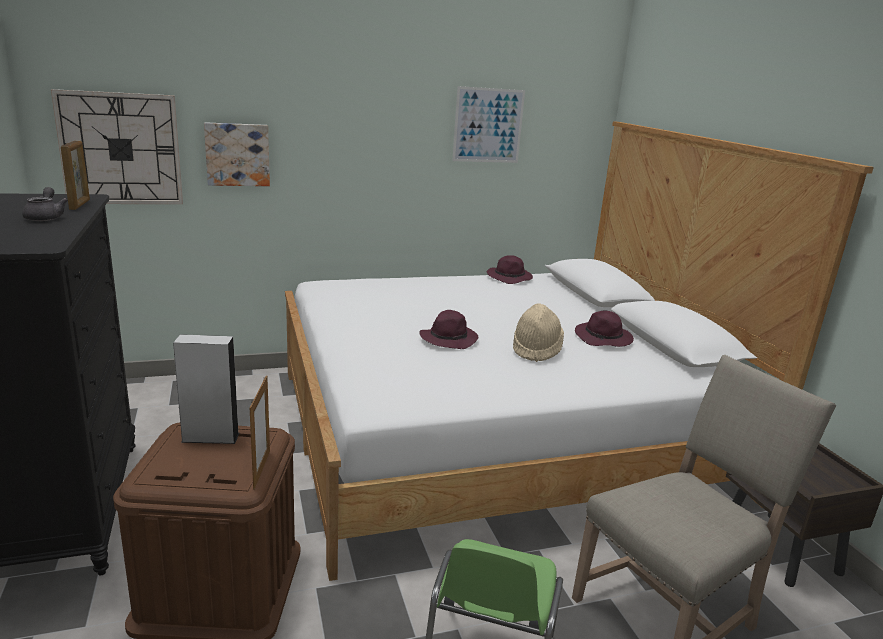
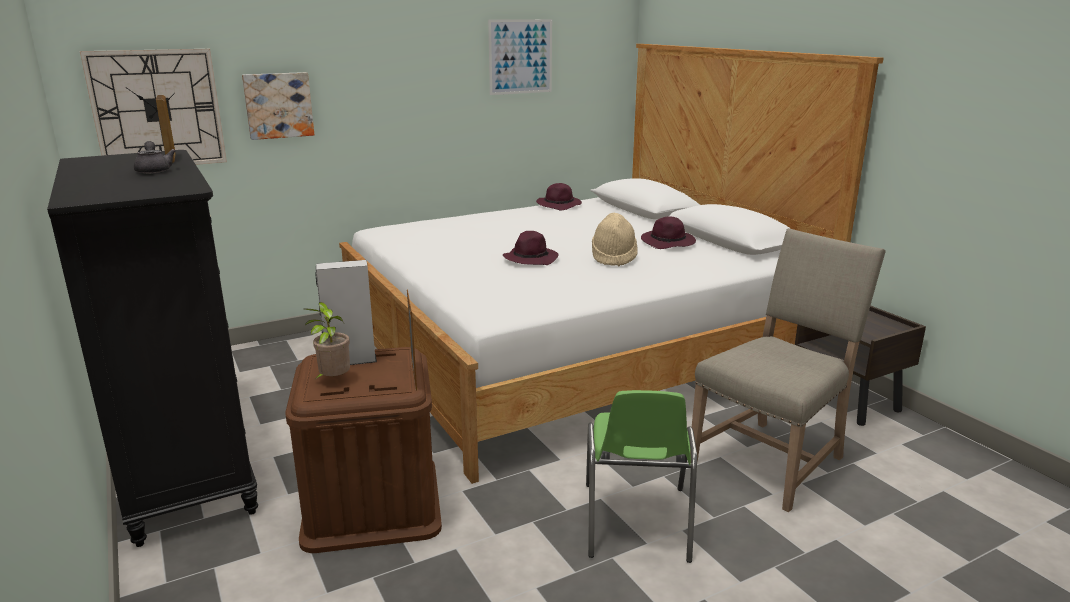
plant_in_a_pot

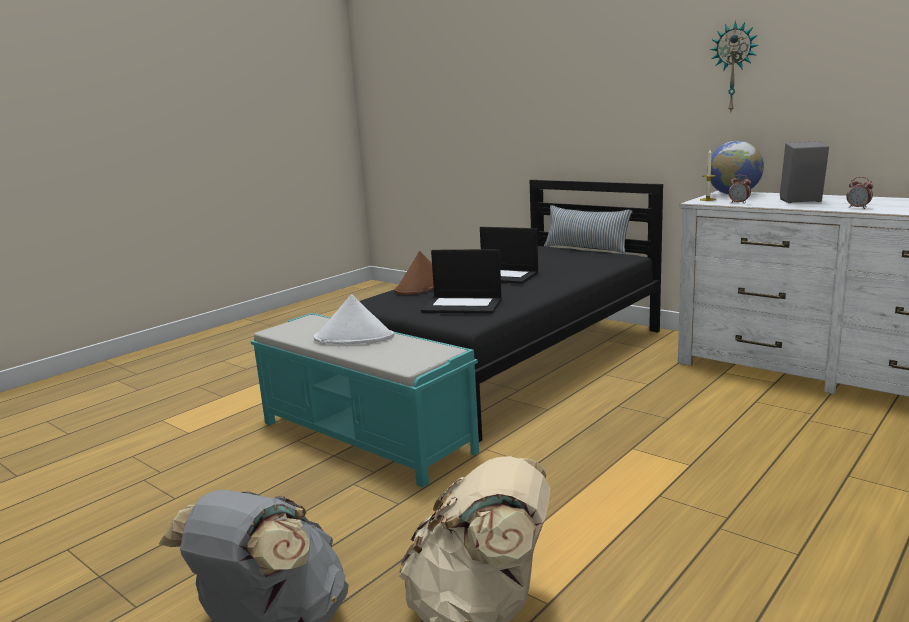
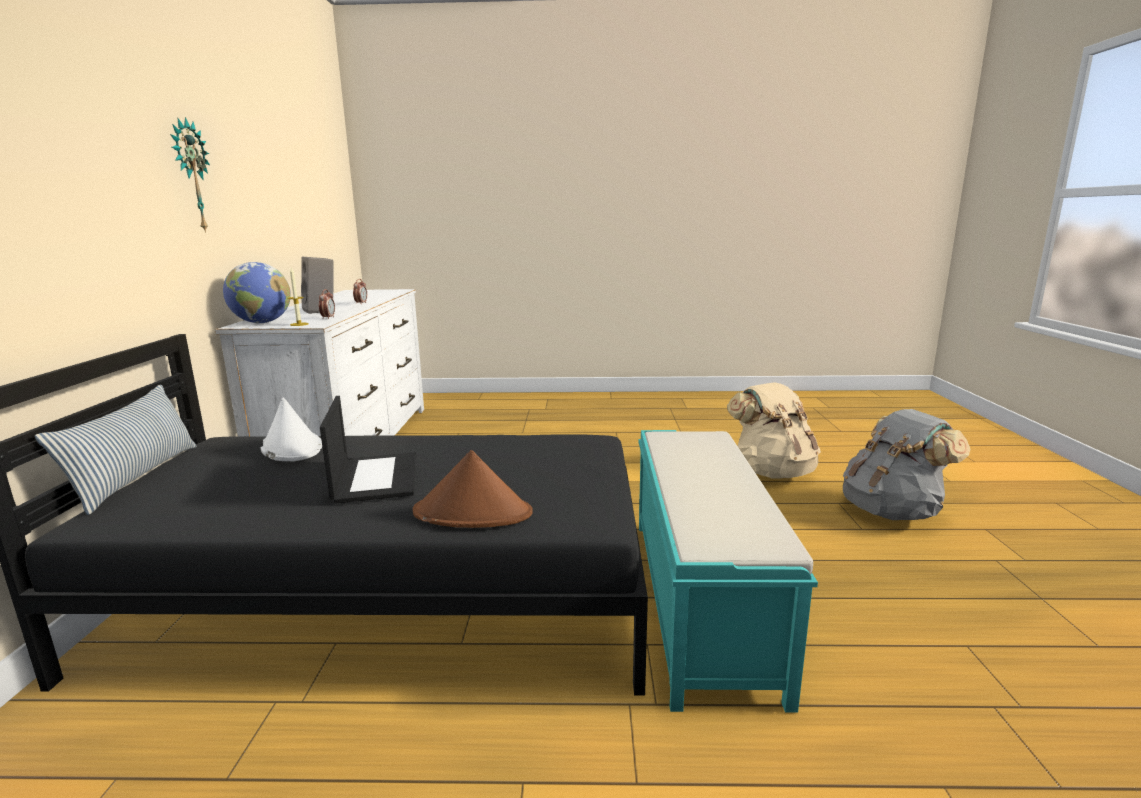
white_wearable_hat
portable_computer (1st from left in the first image)

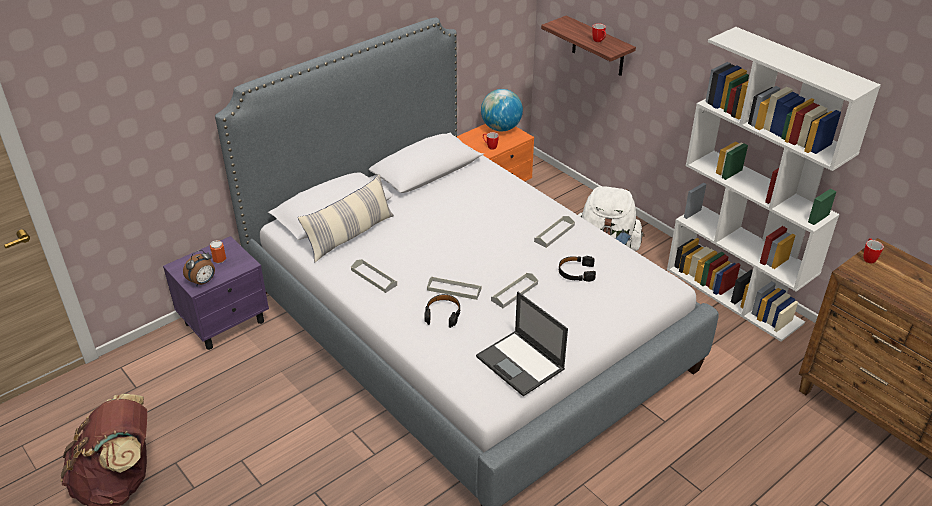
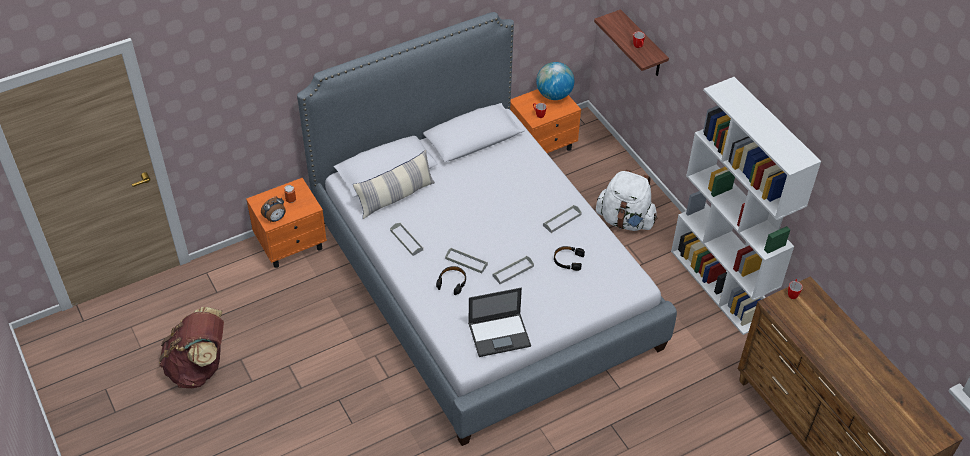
orange-coloured_nightstand (1st from left)
portable_computer

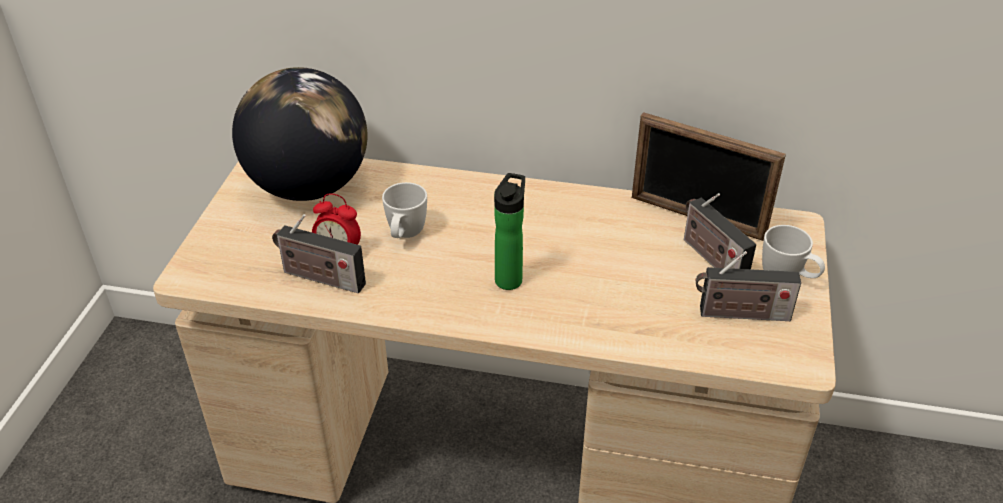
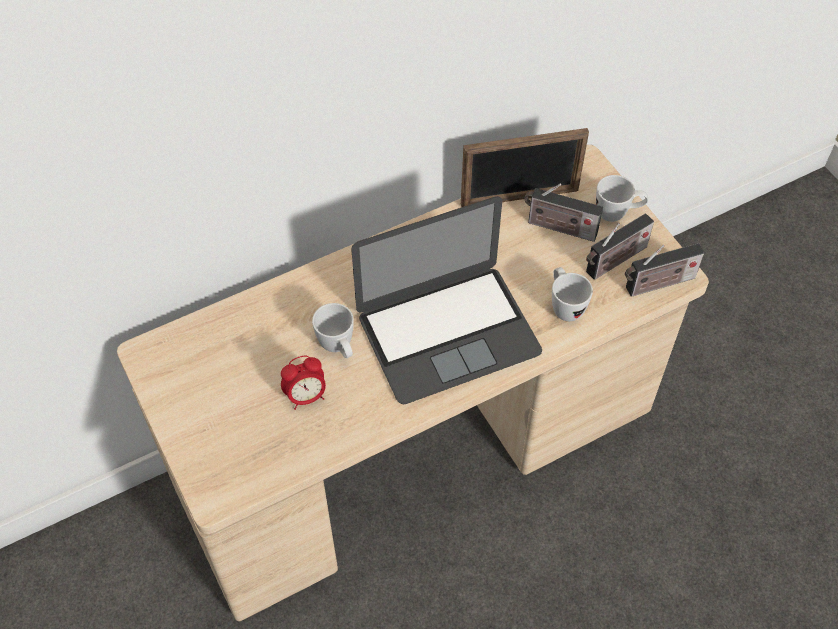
portable_computer
white_mug (2nd from left)
radio_receiver (3rd from left)
world_globe

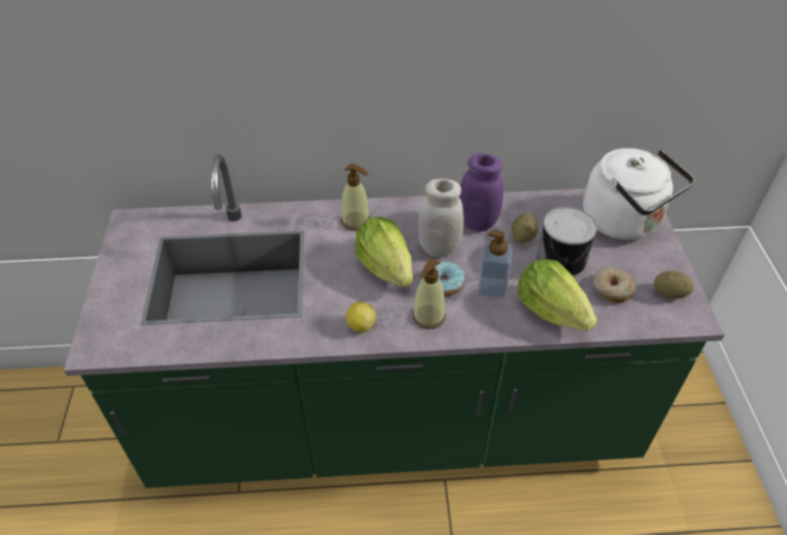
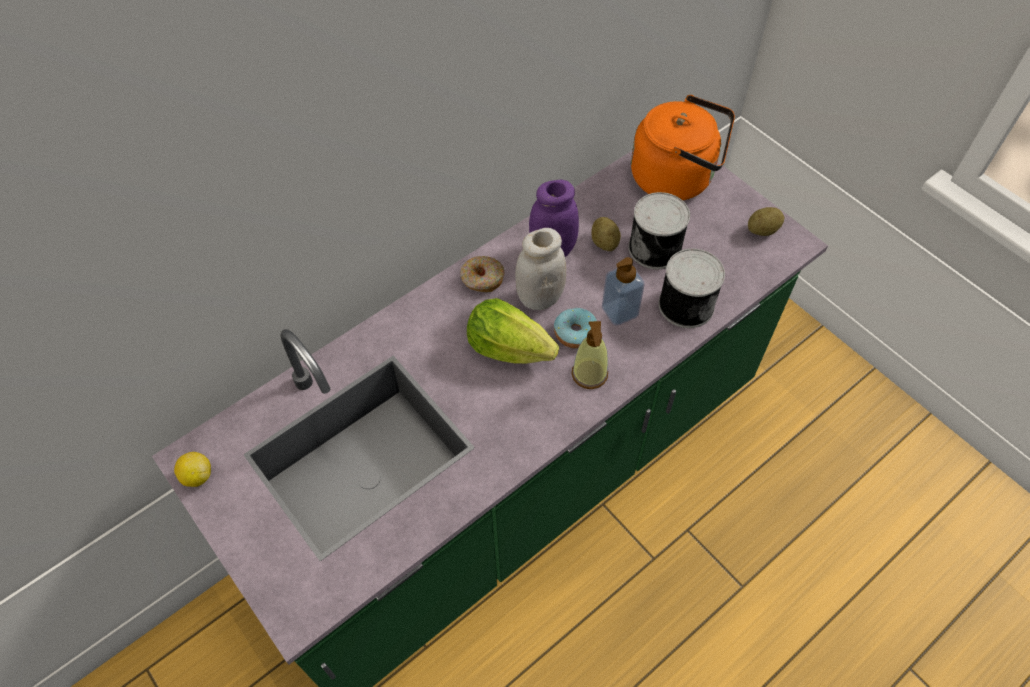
whole_lemon
ring_doughnut (1st from left)
orange-coloured_kettle
can (2nd from left)
soap_dispenser (1st from left in the first image)

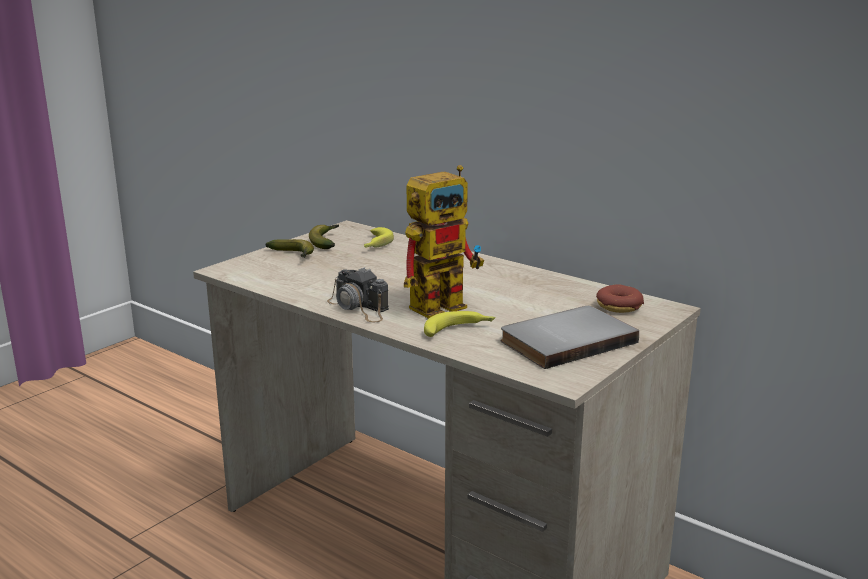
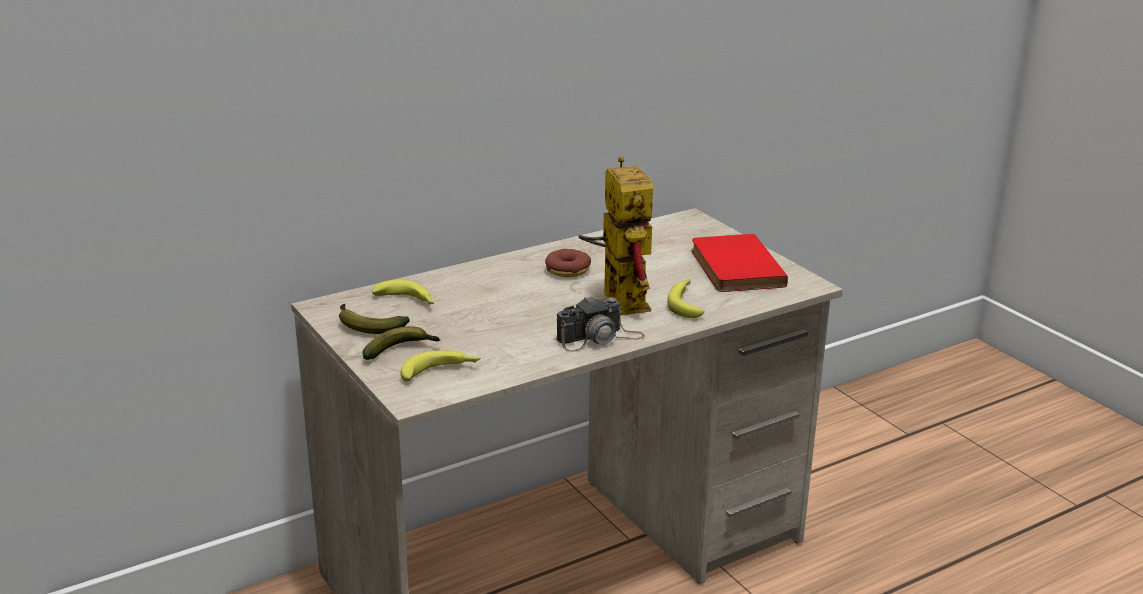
banana (4th from left)
ring_doughnut
red-coloured_volume

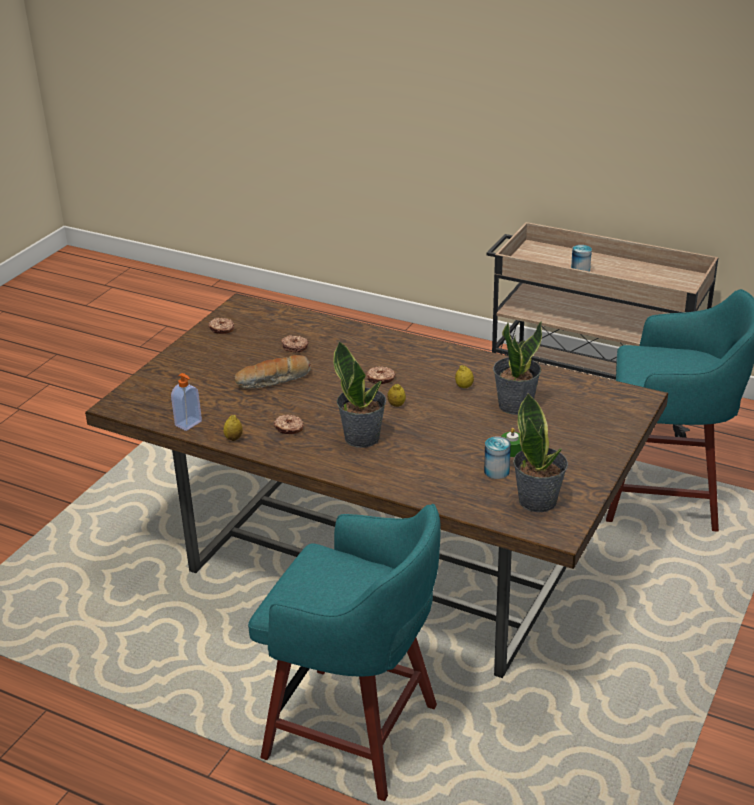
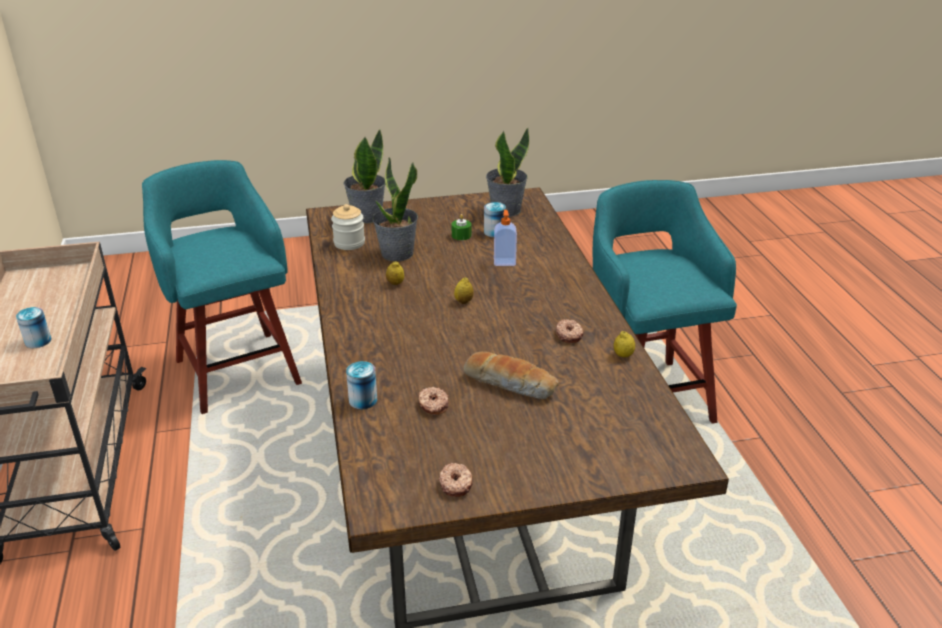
storage_jar
plant_in_a_pot (1st from left)
can (2nd from left)
soap_dispenser
ring_doughnut (4th from left in the first image)

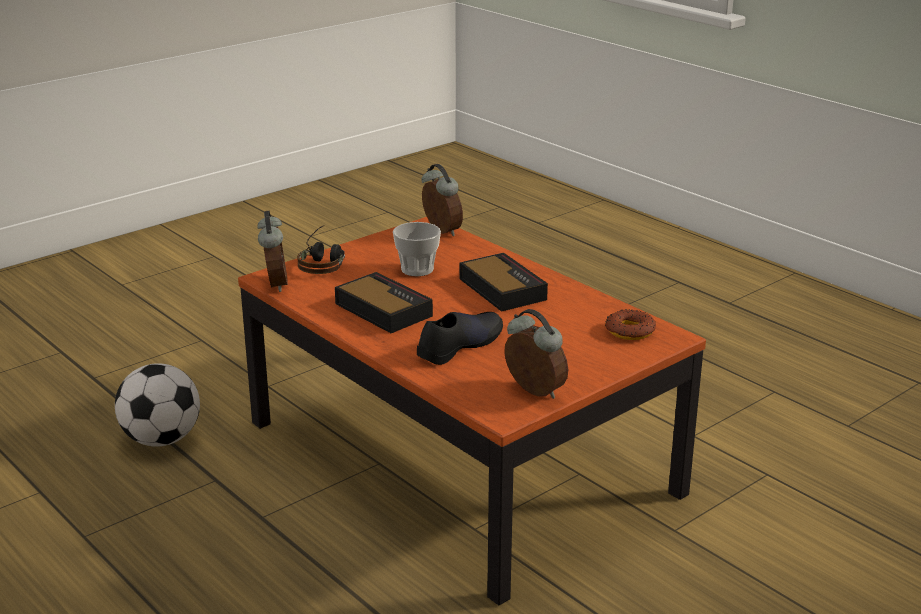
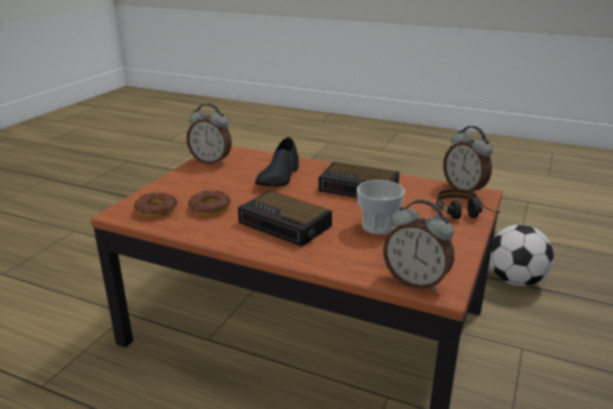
ring_doughnut (2nd from left)

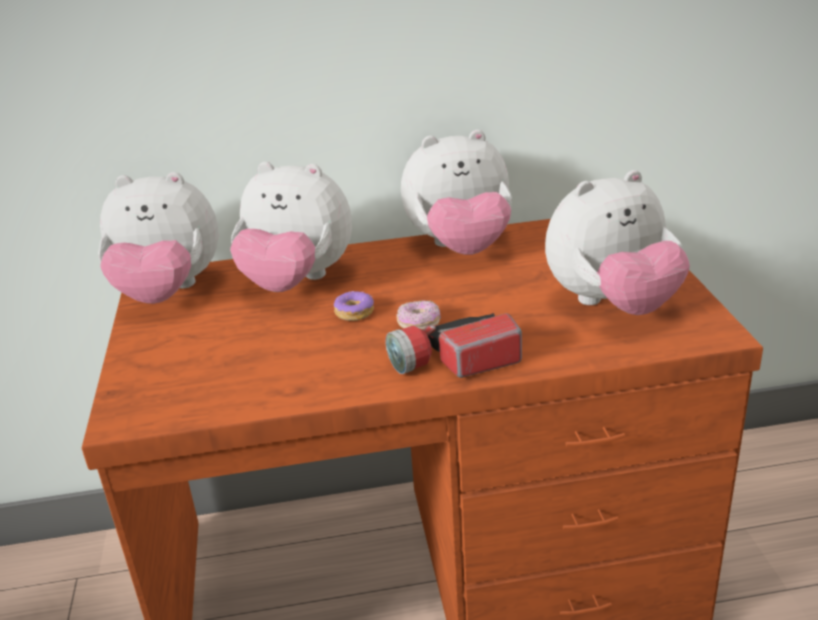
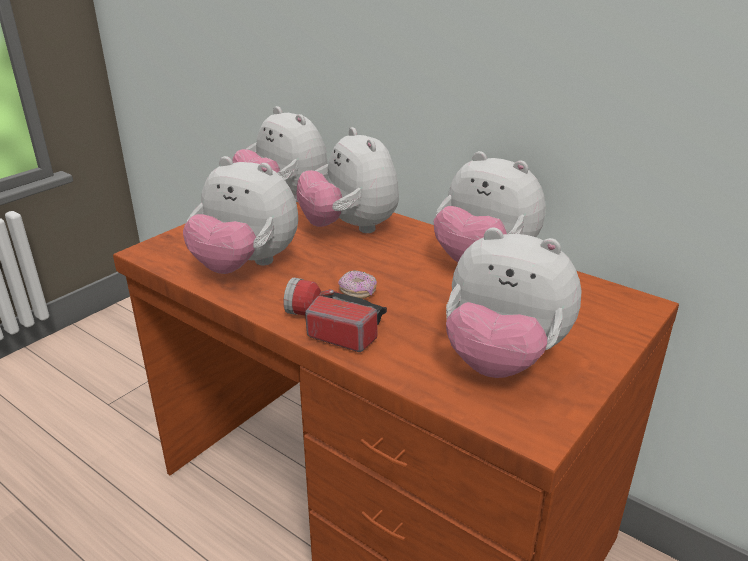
soft_toy (1st from left)
ring_doughnut (1st from left in the first image)

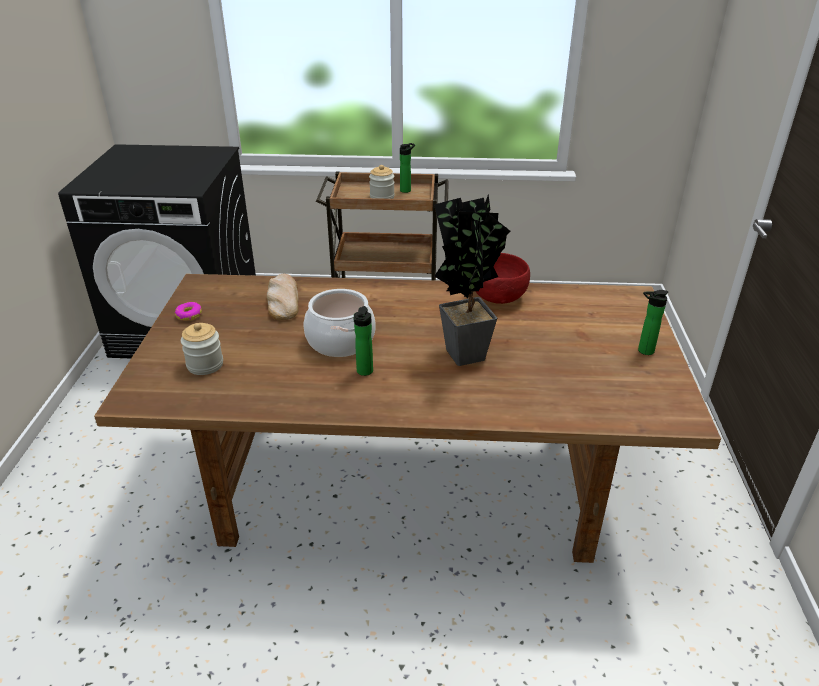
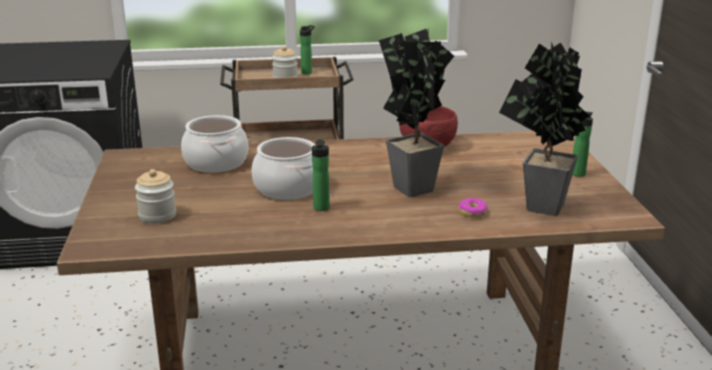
stockpot (1st from left)
ring_doughnut
plant_in_a_pot (2nd from left)

